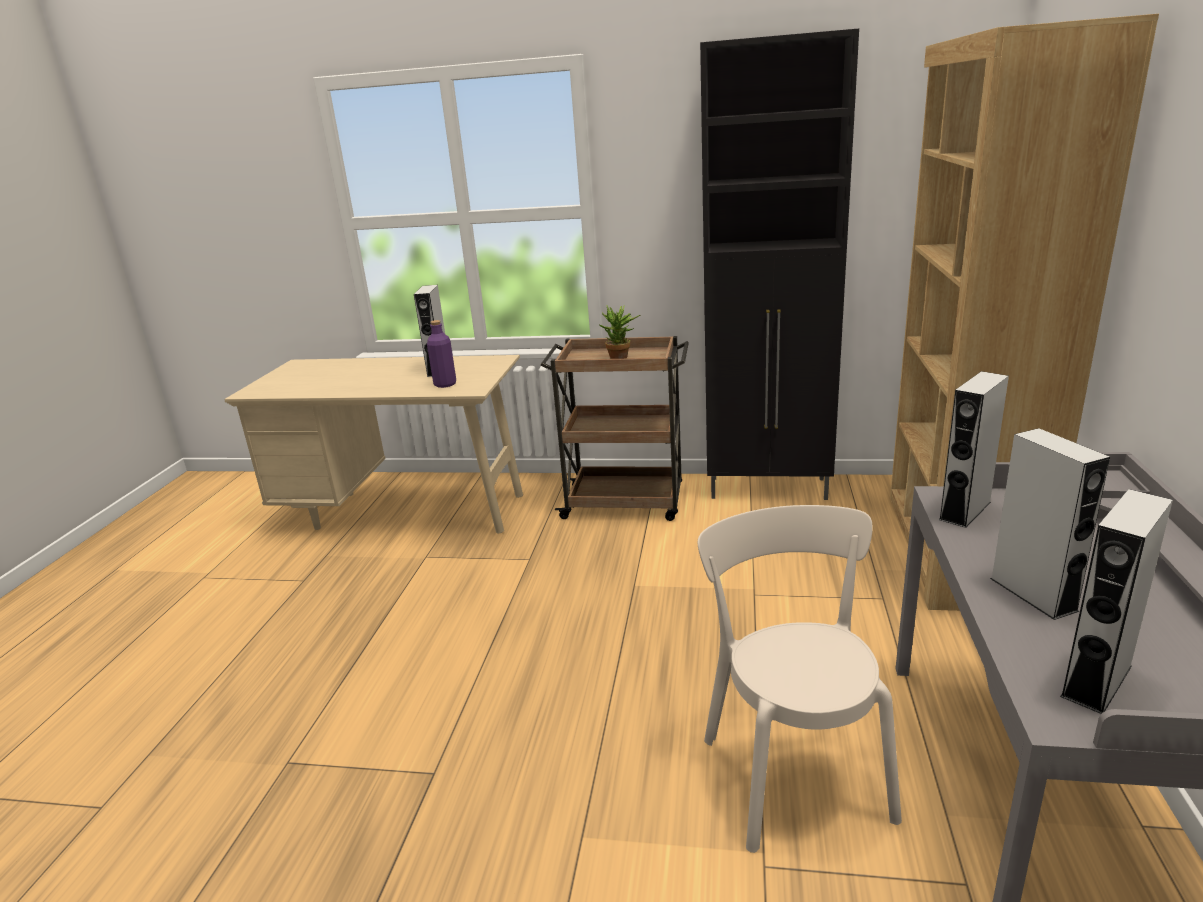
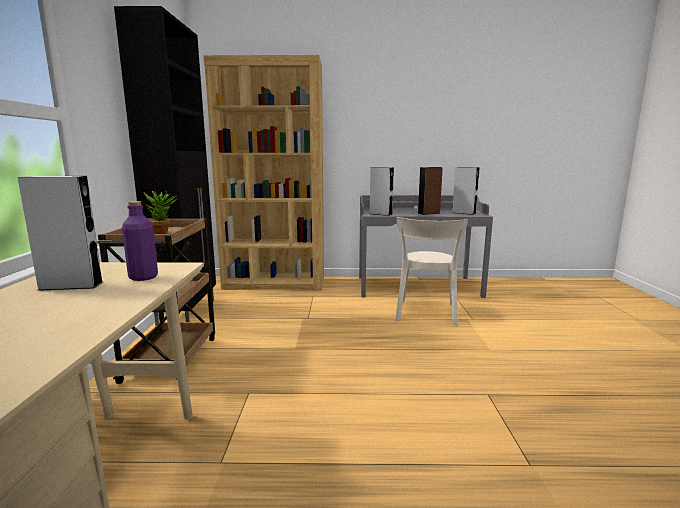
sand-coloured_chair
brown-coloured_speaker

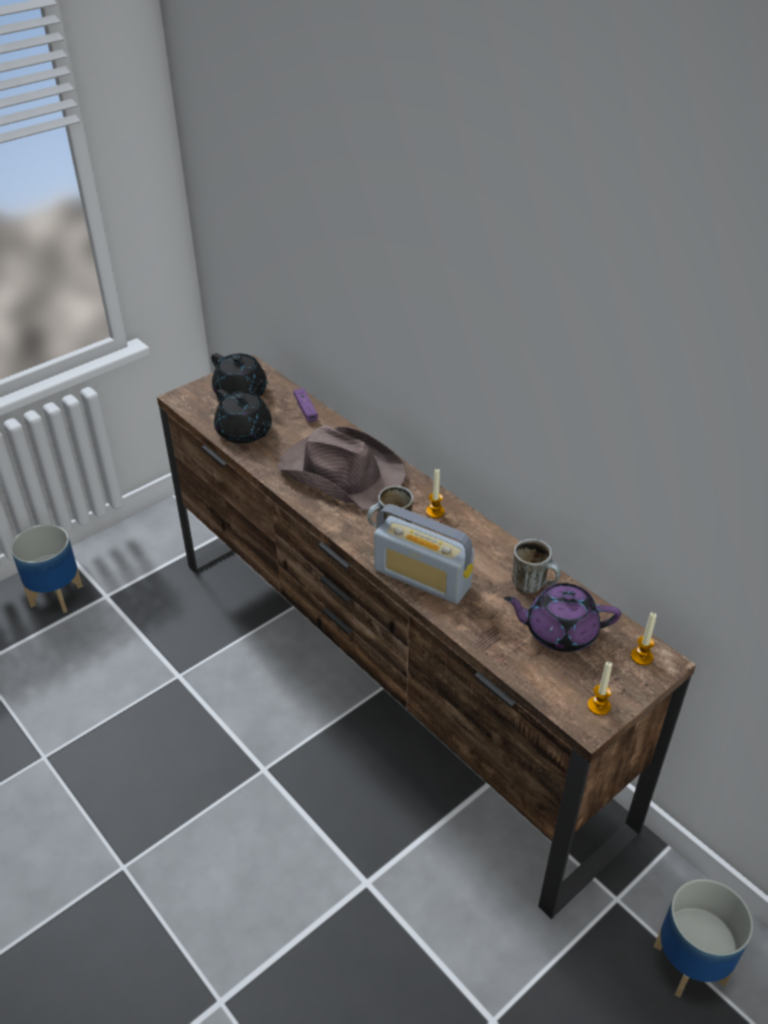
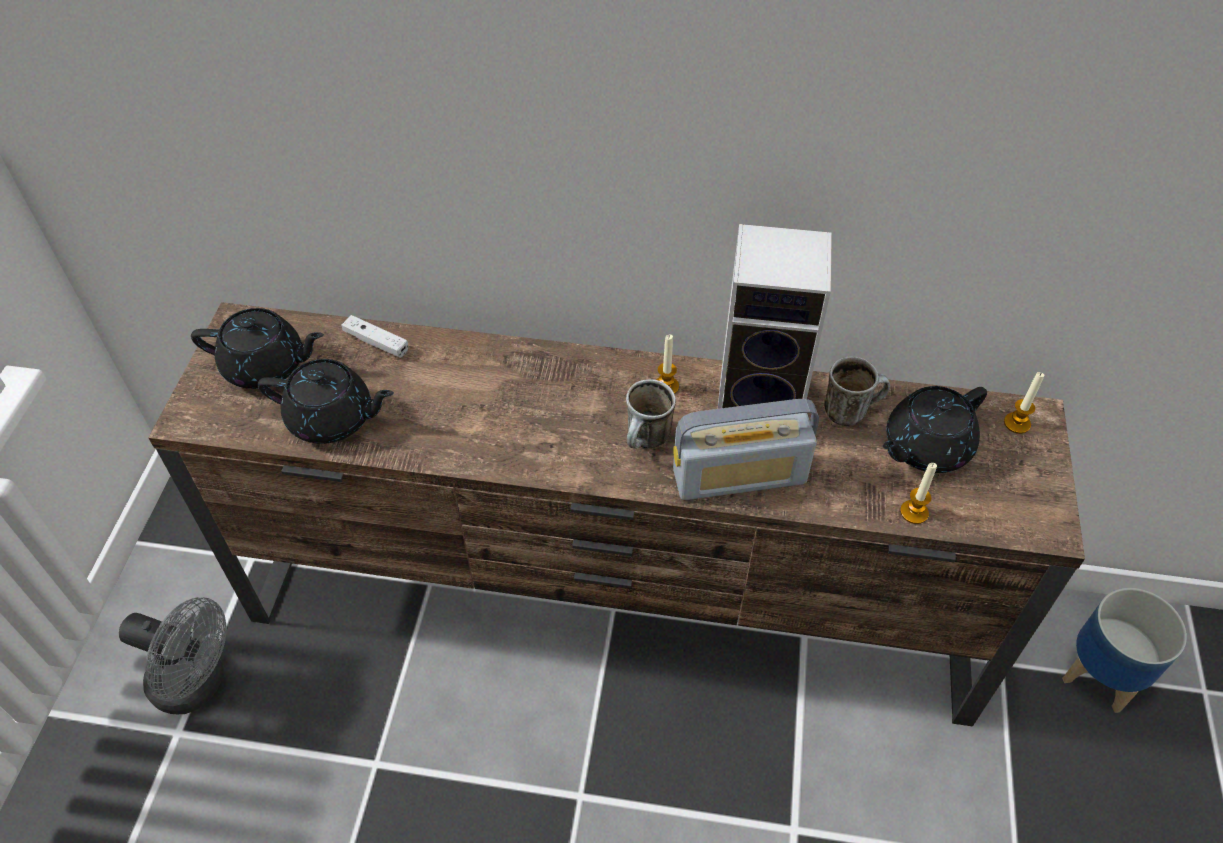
grey_fan
white_joypad
speaker
black-coloured_pot_for_tea (3rd from left)
wax_light (2nd from left)
plant_pot (1st from left in the first image)
brown-coloured_wearable_hat

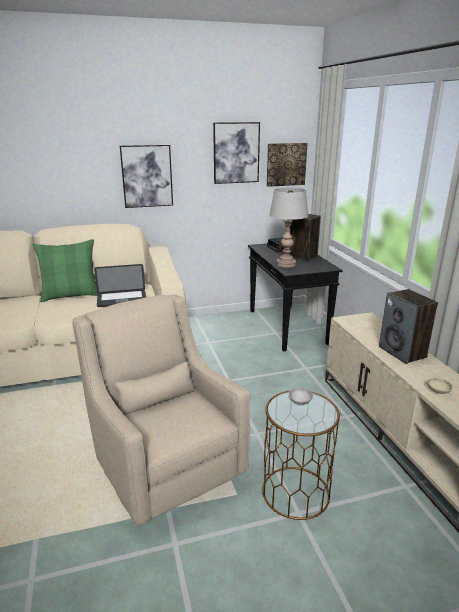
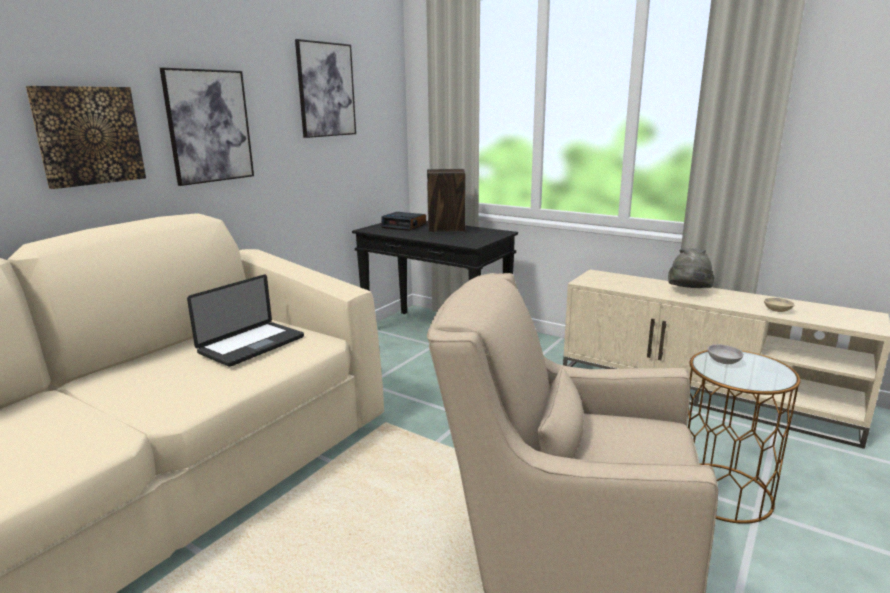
wall_picture (1st from left)
grey_wearable_hat
greenish_throw_pillow
grey_lamp_for_a_table

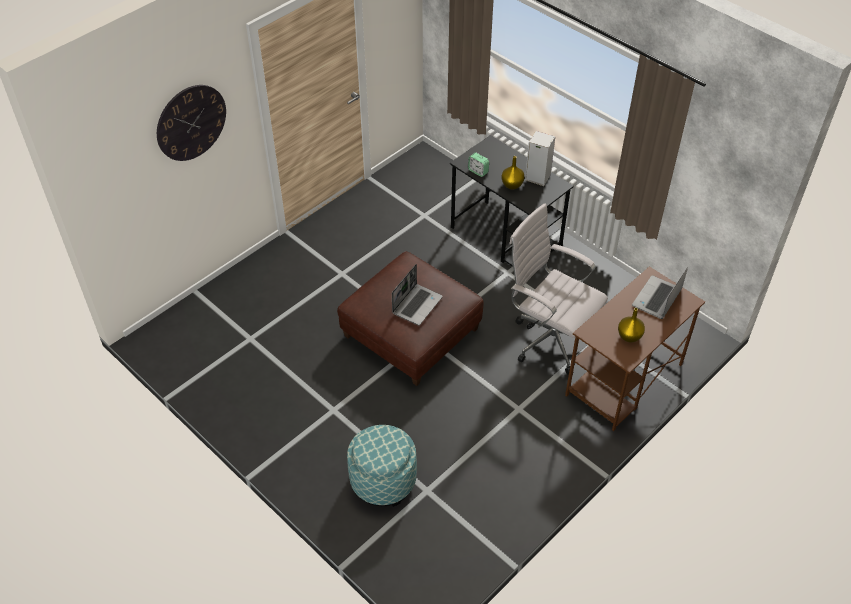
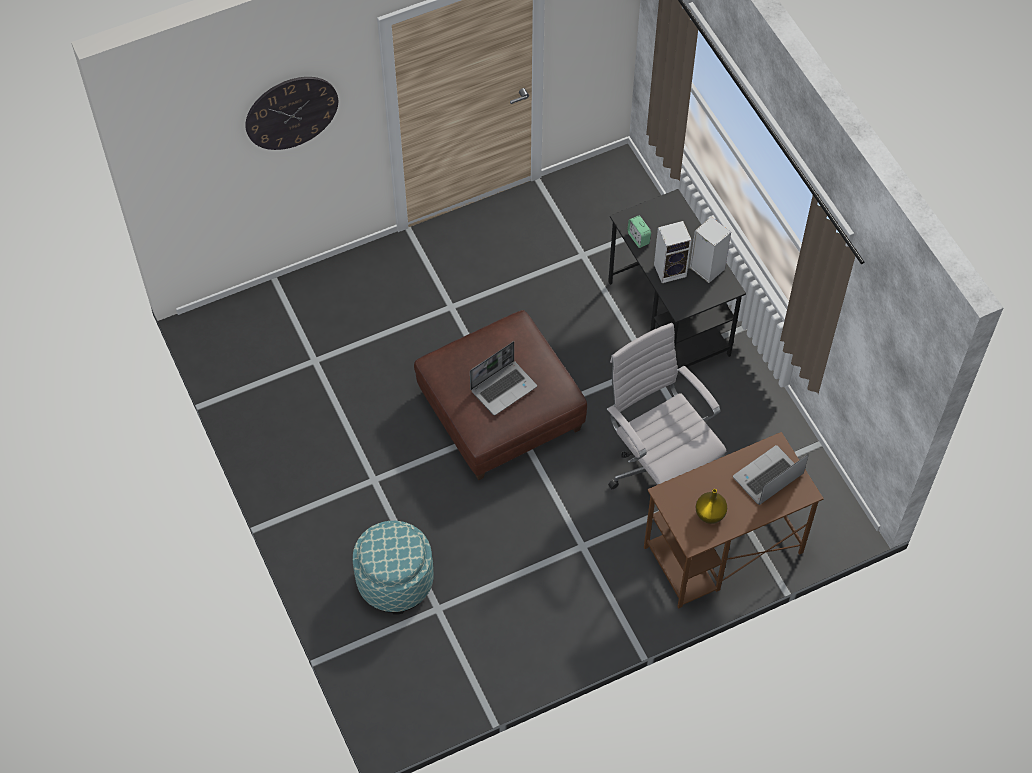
speaker (1st from left)

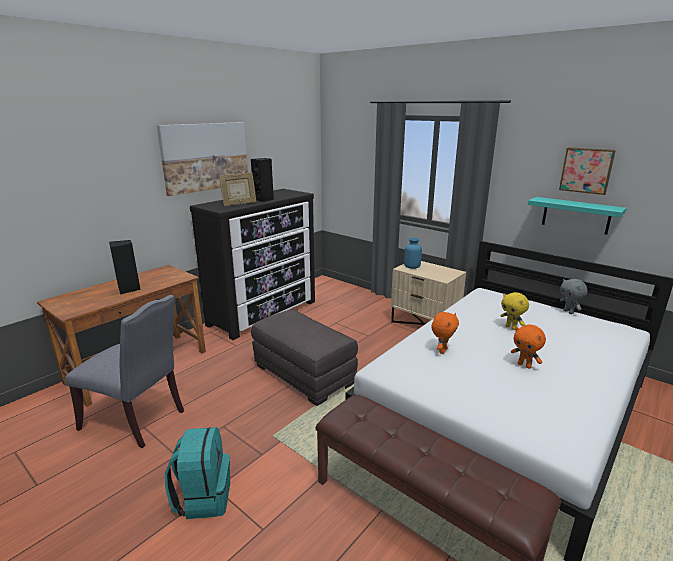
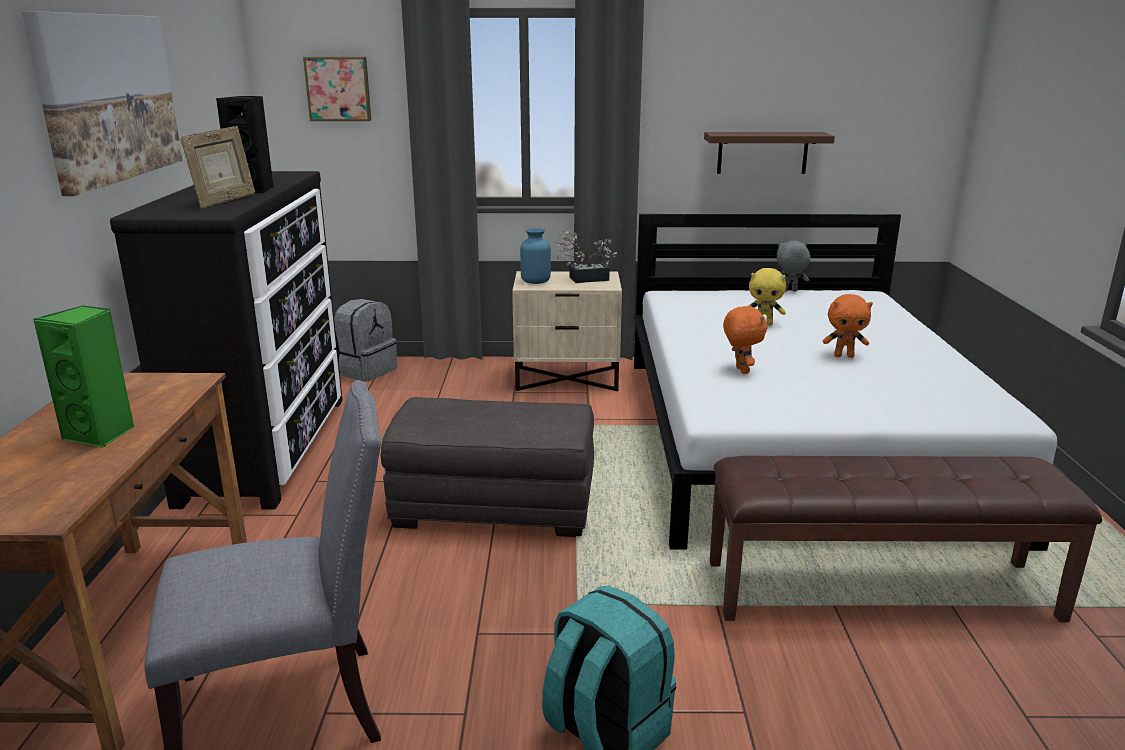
greenish_speaker
wall_picture (2nd from left)
grey_backpack
plant_in_a_pot
brown-coloured_bracket_shelf
grey_soft_toy

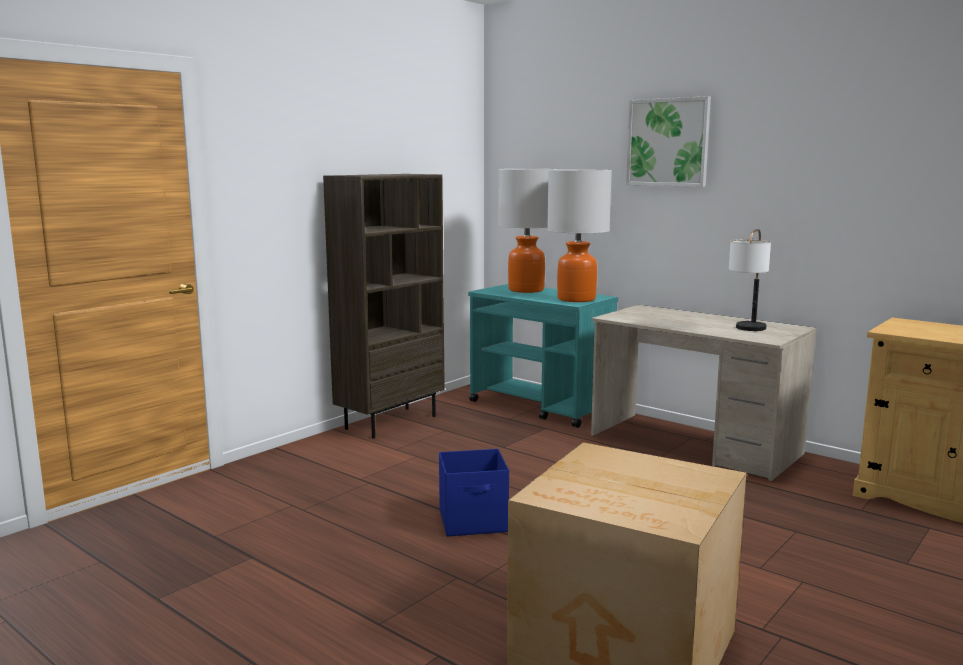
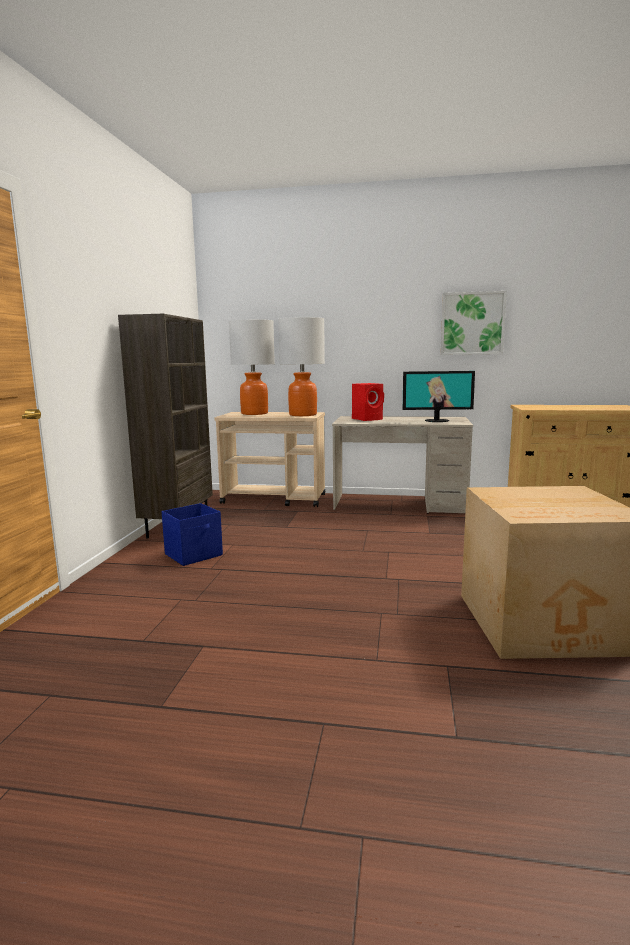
blue-coloured_storage_bin
sand-coloured_cart
red-coloured_speaker
computer_display
wall_picture

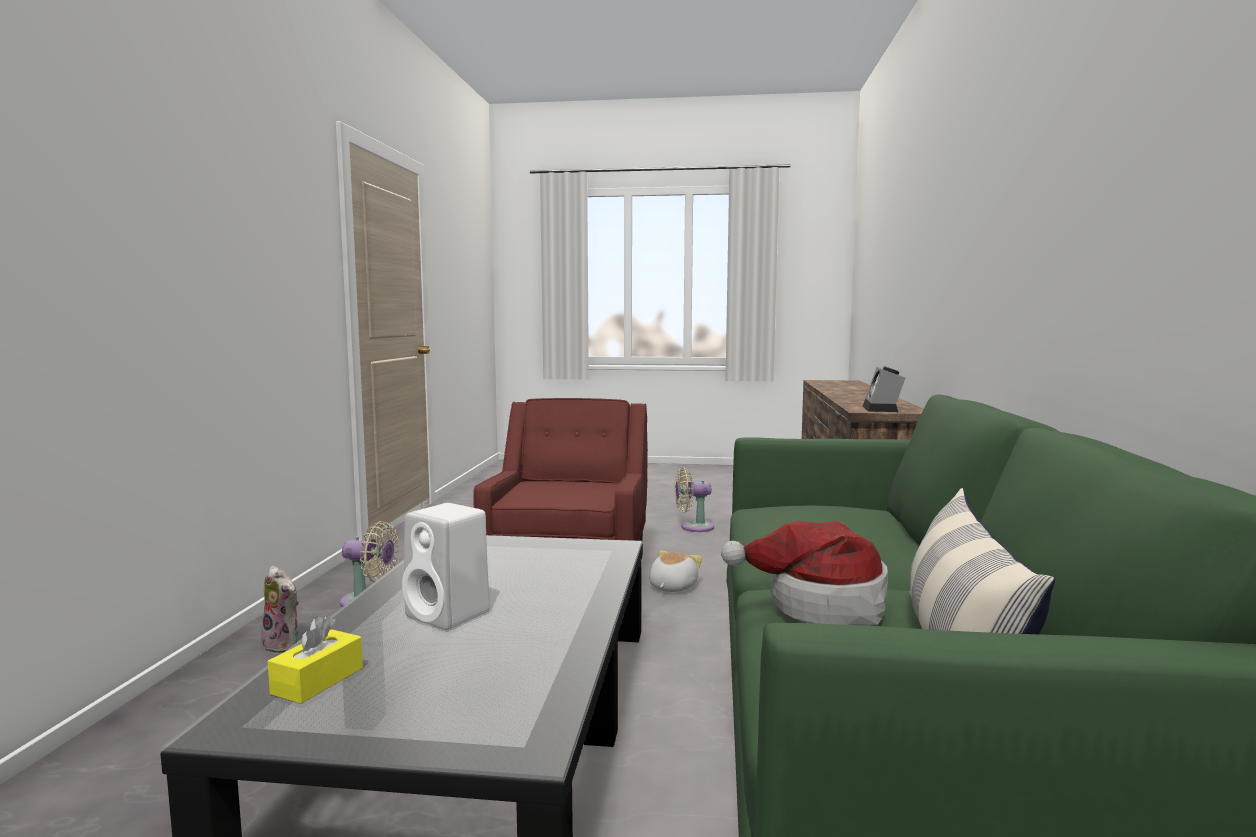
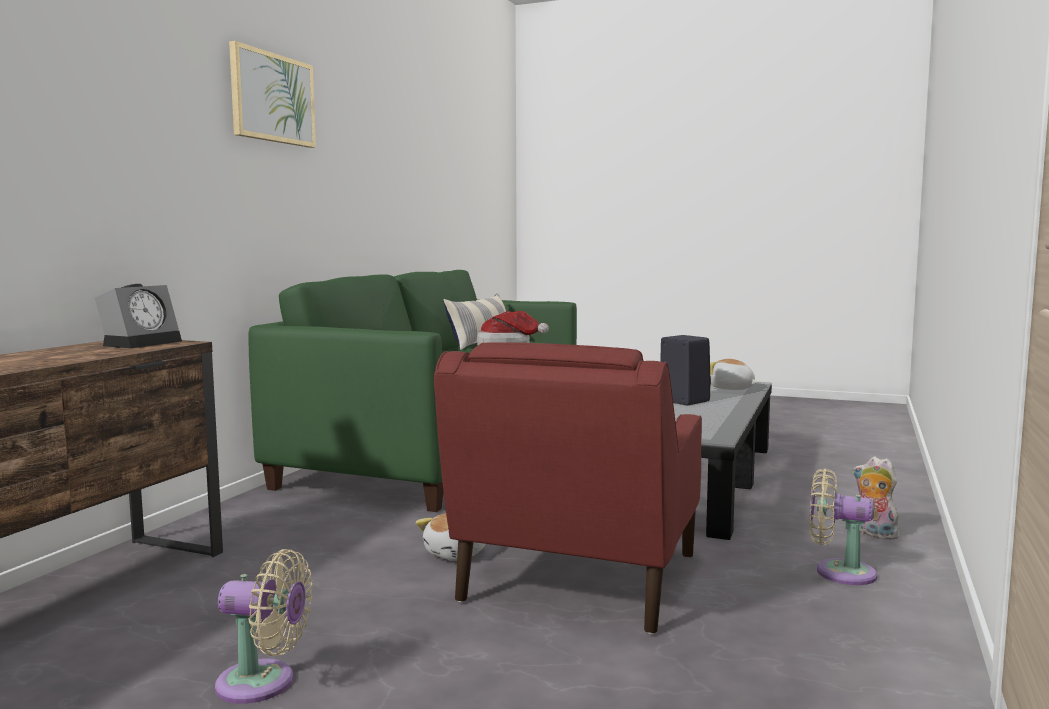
wall_picture
black-coloured_speaker
soft_toy (2nd from left)

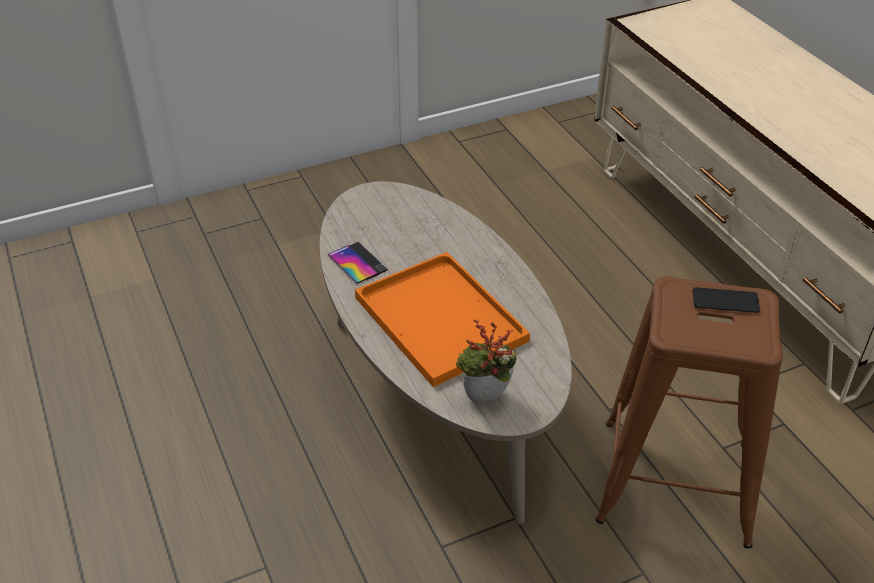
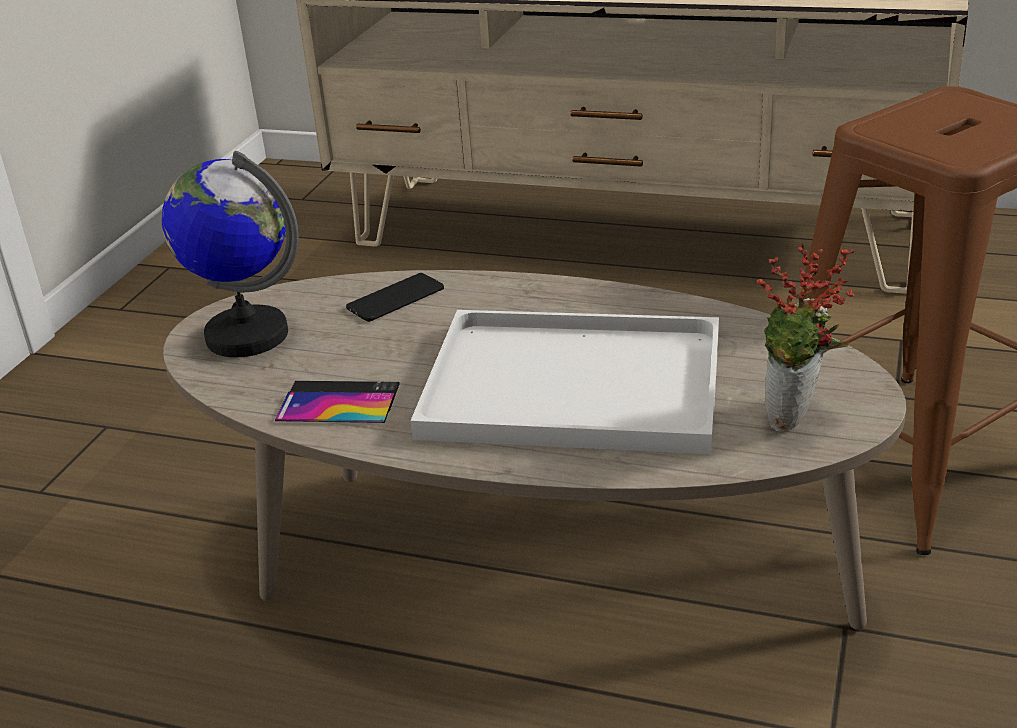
world_globe
telephone (2nd from left)
white_carrying_tray

